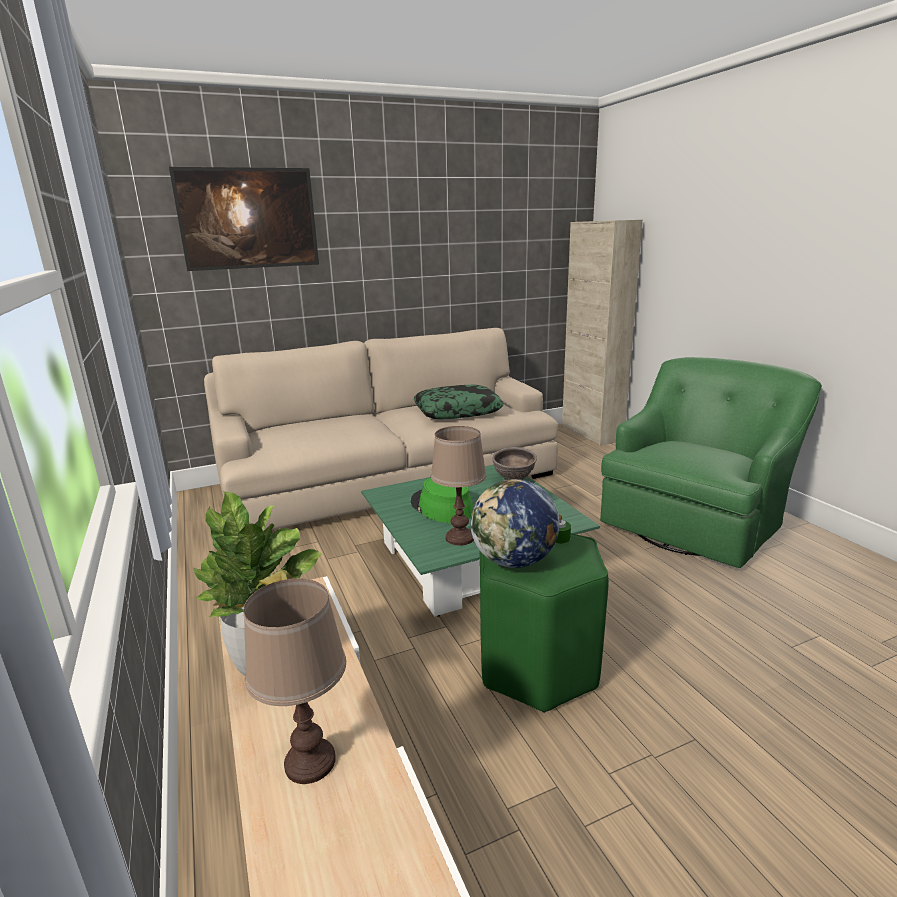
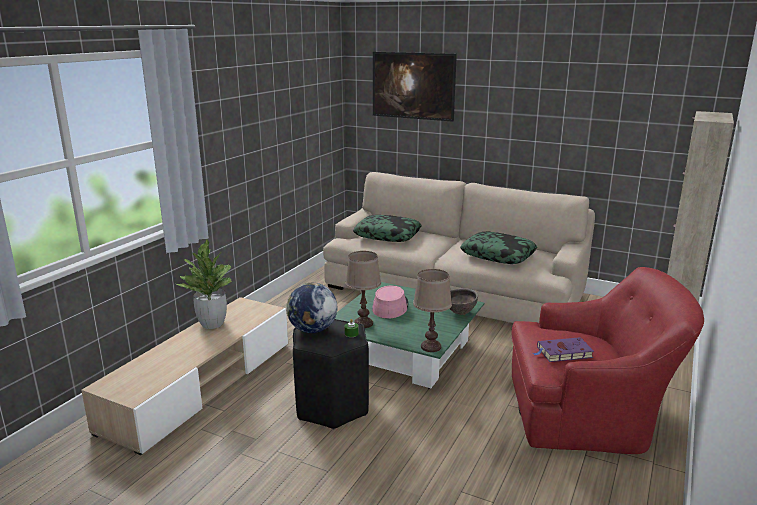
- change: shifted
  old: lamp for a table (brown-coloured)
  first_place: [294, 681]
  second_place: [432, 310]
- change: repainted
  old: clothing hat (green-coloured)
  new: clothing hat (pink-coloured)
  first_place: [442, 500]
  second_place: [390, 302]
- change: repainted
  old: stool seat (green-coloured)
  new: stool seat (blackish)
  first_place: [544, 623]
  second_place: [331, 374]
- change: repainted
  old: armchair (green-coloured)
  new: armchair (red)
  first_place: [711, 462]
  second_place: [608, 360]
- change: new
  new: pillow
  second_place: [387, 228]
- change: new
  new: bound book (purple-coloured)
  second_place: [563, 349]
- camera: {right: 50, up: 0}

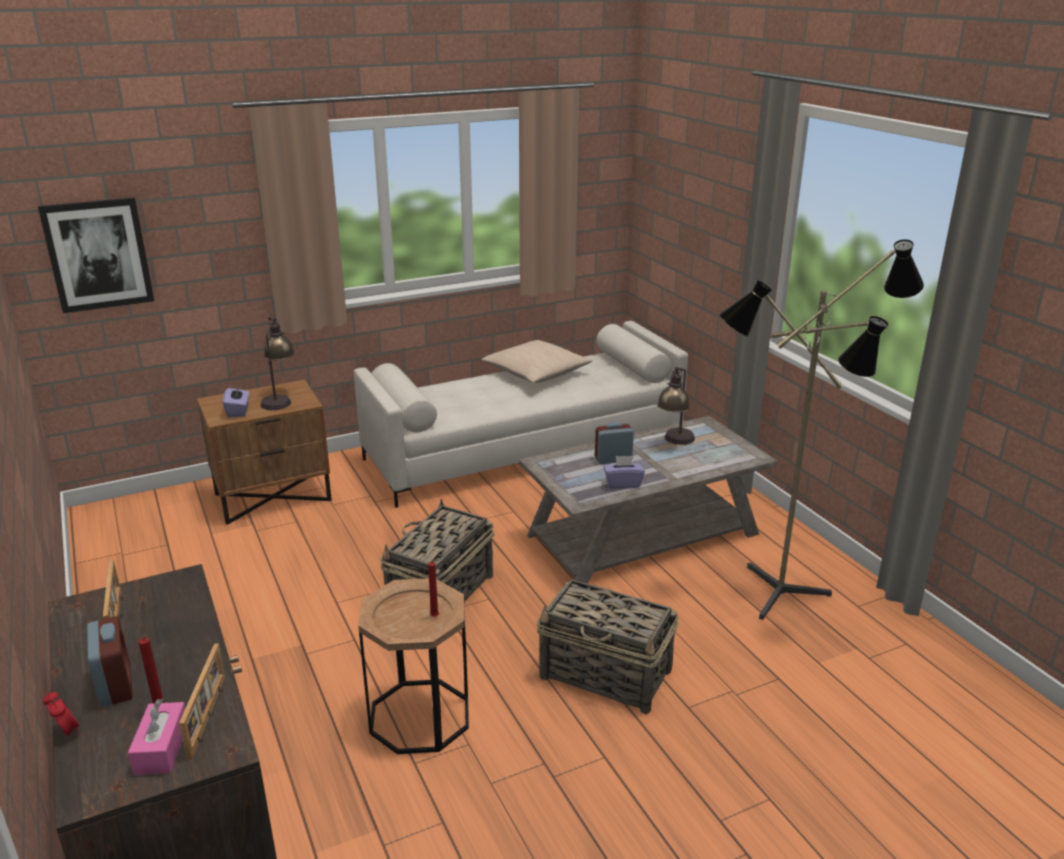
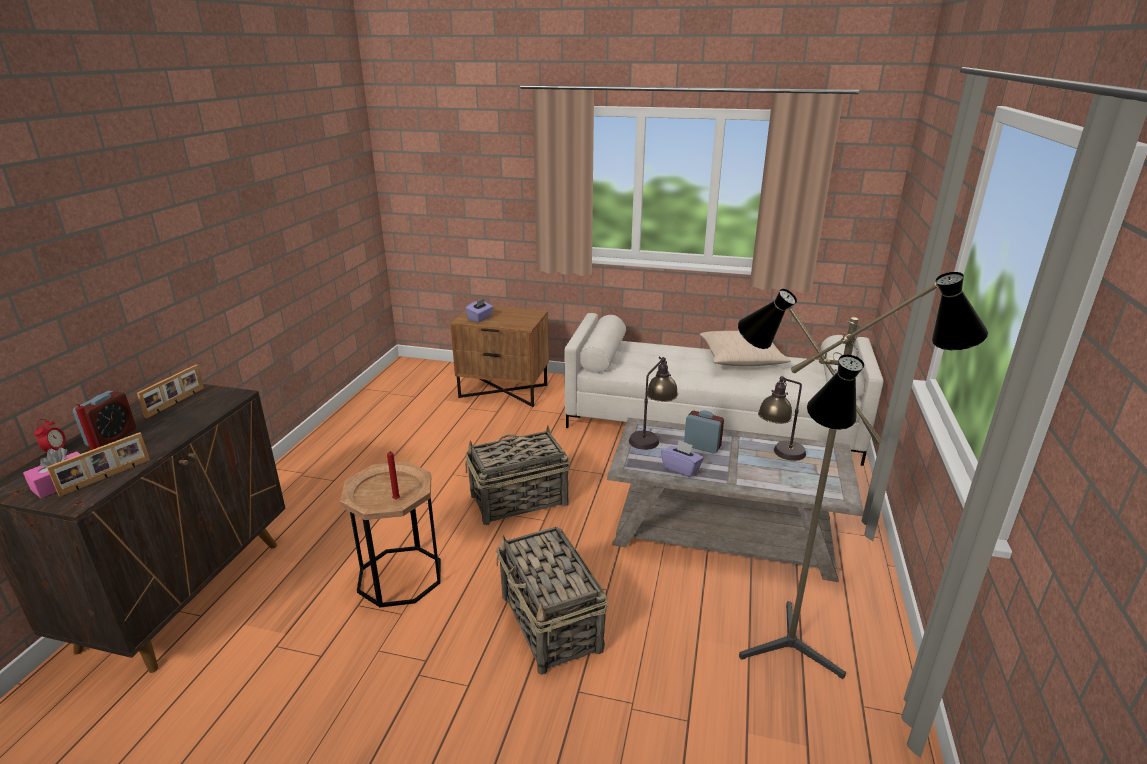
- change: gone
  old: wall picture
  first_place: [96, 255]
- change: shifted
  old: lamp for a table
  first_place: [278, 363]
  second_place: [653, 403]
- camera: {right: 40, up: 0}

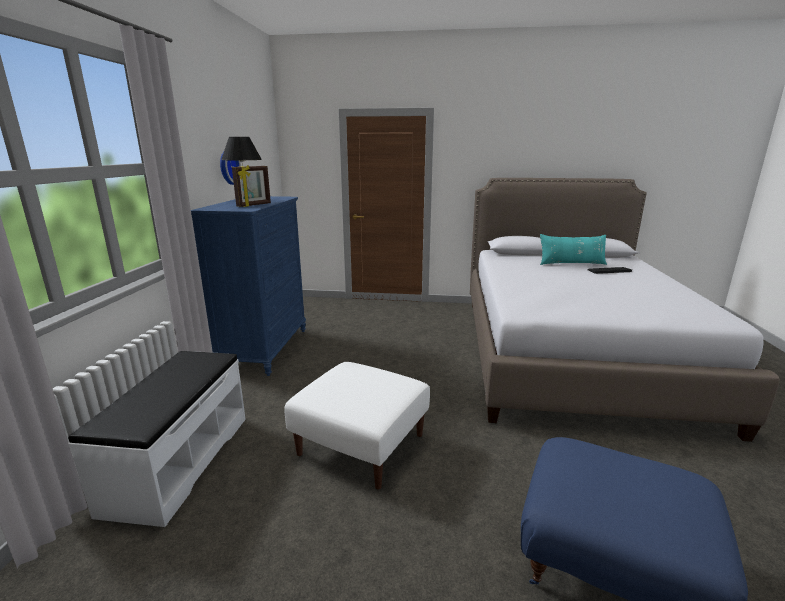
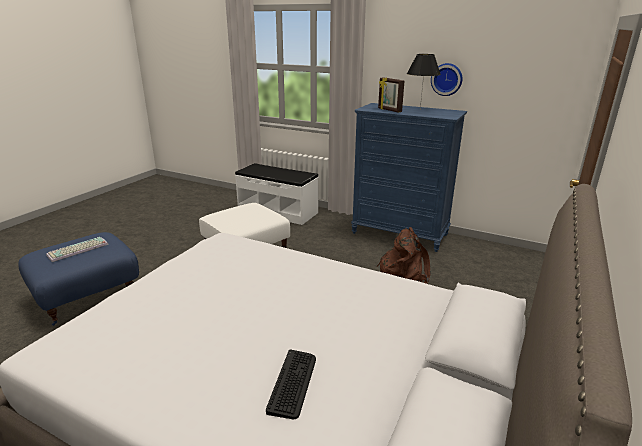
- change: gone
  old: pillow (turquoise-coloured)
  first_place: [573, 249]
- change: new
  new: PC keyboard
  second_place: [77, 249]
- change: new
  new: backpack (brown-coloured)
  second_place: [403, 255]
- camera: {right: 110, up: 5}

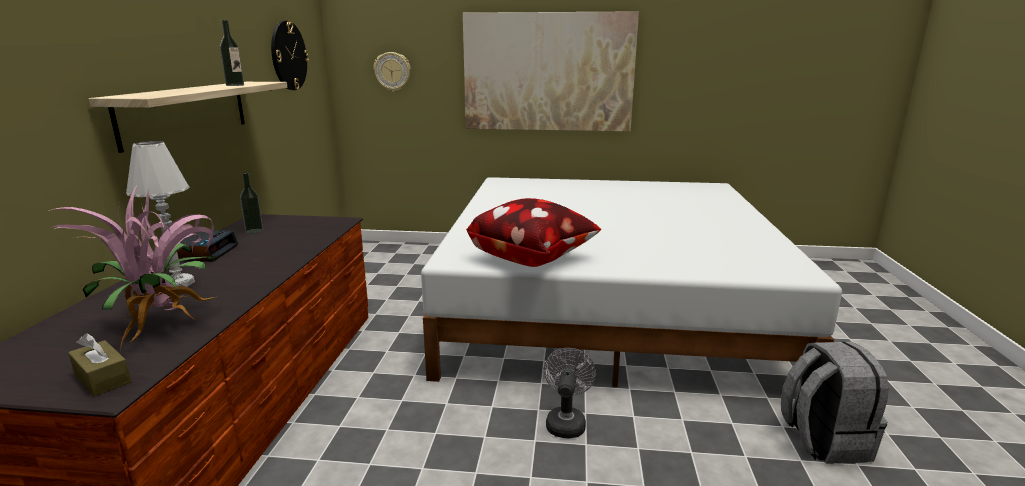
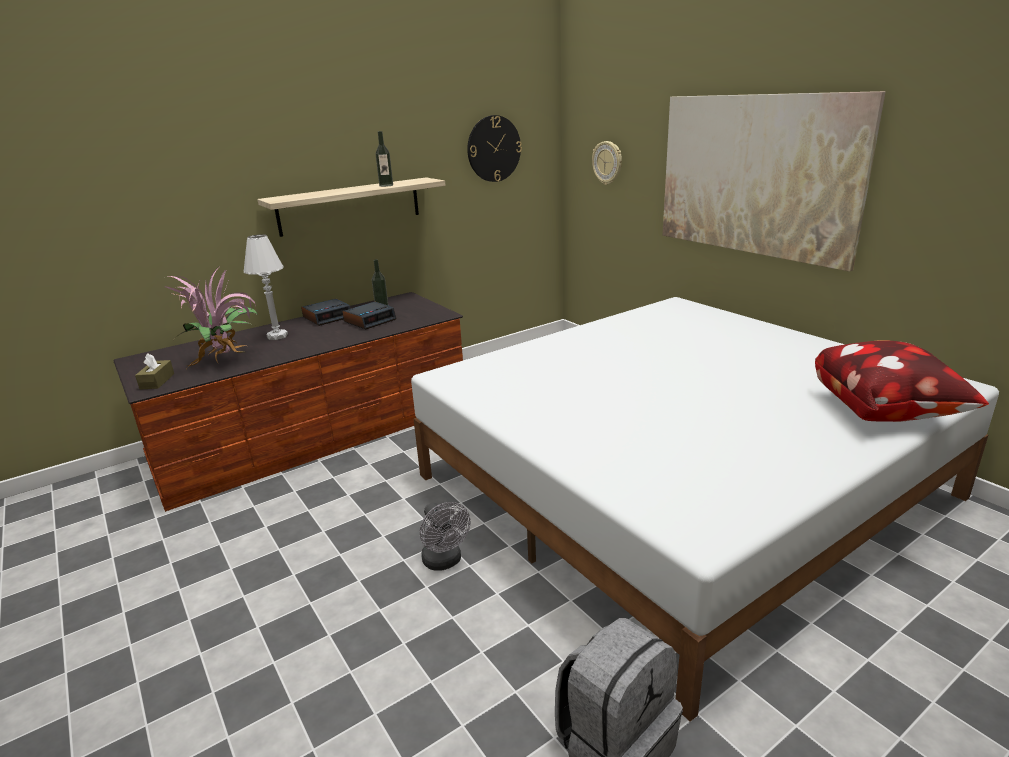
- change: shifted
  old: pillow
  first_place: [533, 232]
  second_place: [902, 381]
- change: rotated
  old: electric fan (grey)
  first_place: [570, 393]
  second_place: [445, 536]
  degrees: 90
- change: new
  new: alarm clock
  second_place: [369, 315]
- camera: {right: 50, up: 5}

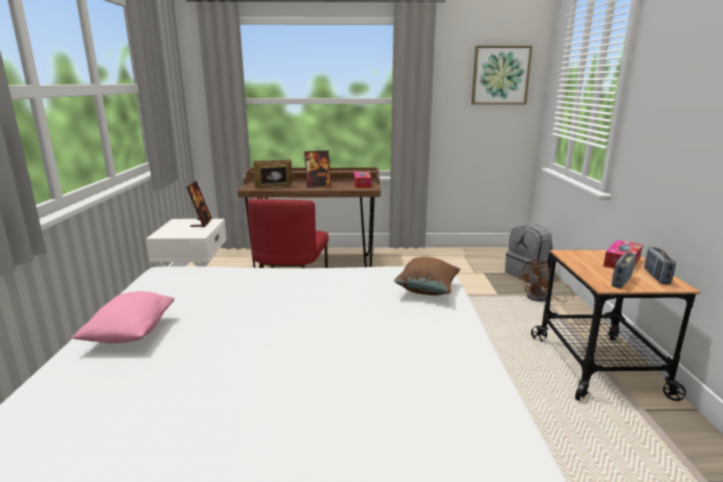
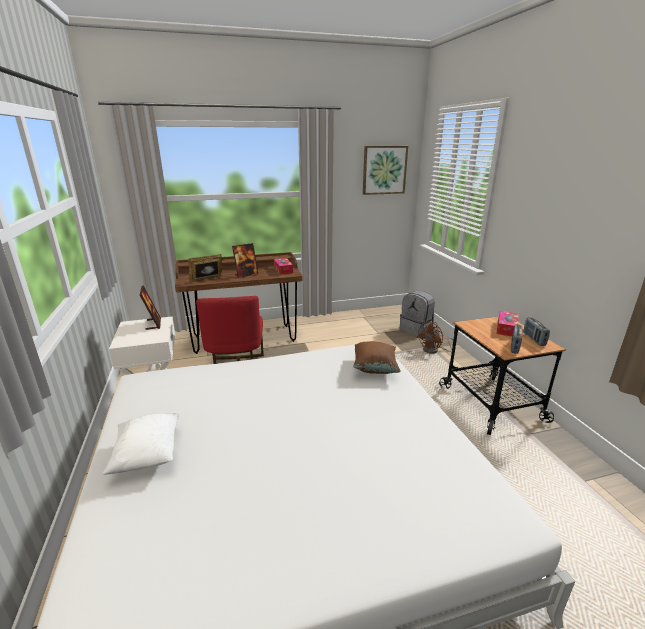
- change: repainted
  old: pillow (pink-coloured)
  new: pillow (whitish)
  first_place: [122, 317]
  second_place: [141, 444]
- camera: {right: -15, up: 5}

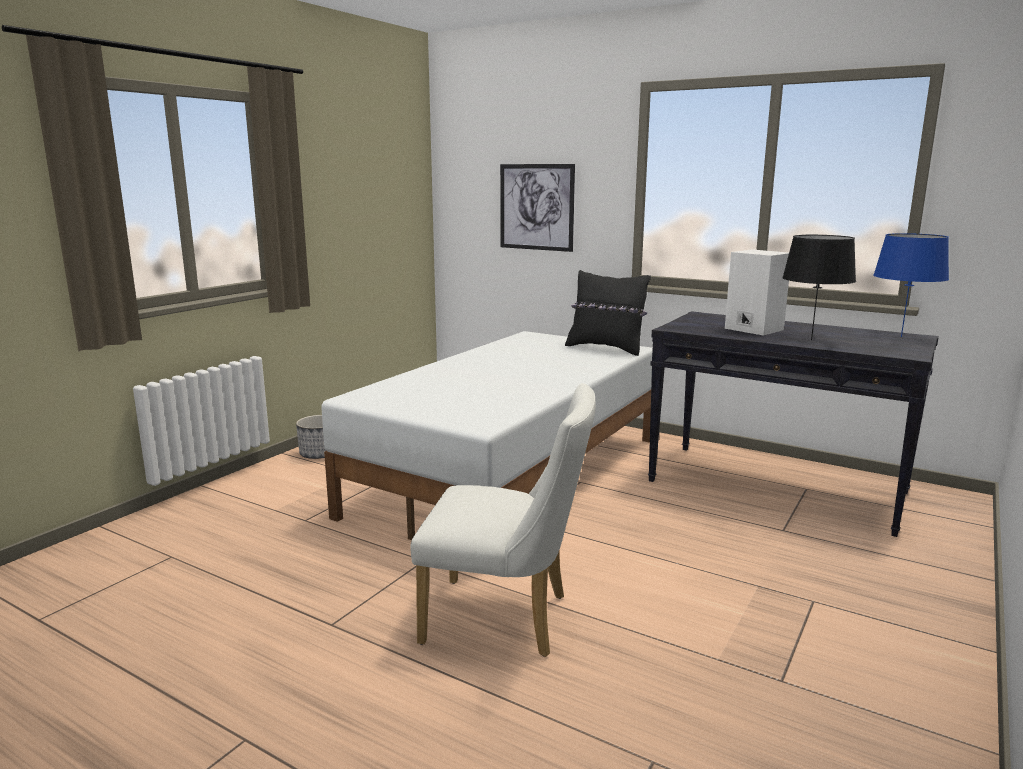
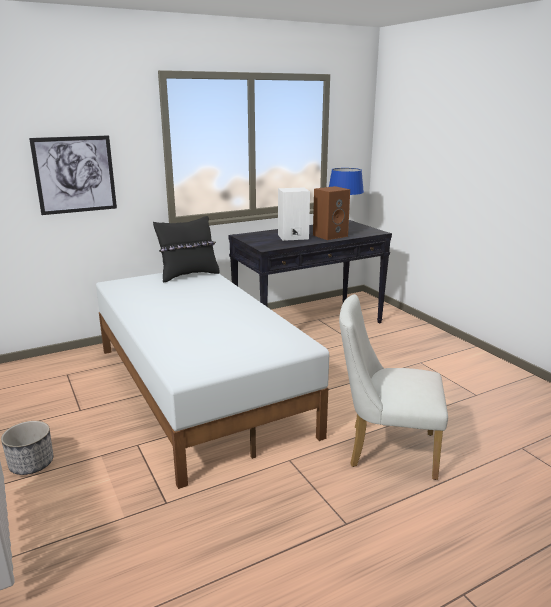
- change: rotated
  old: upright chair (whitish)
  first_place: [503, 520]
  second_place: [393, 387]
  degrees: -120
- change: swapped
  old: lamp for a table (blackish)
  new: loudspeaker (brown-coloured)
  first_place: [819, 287]
  second_place: [331, 213]
- camera: {right: -60, up: 5}

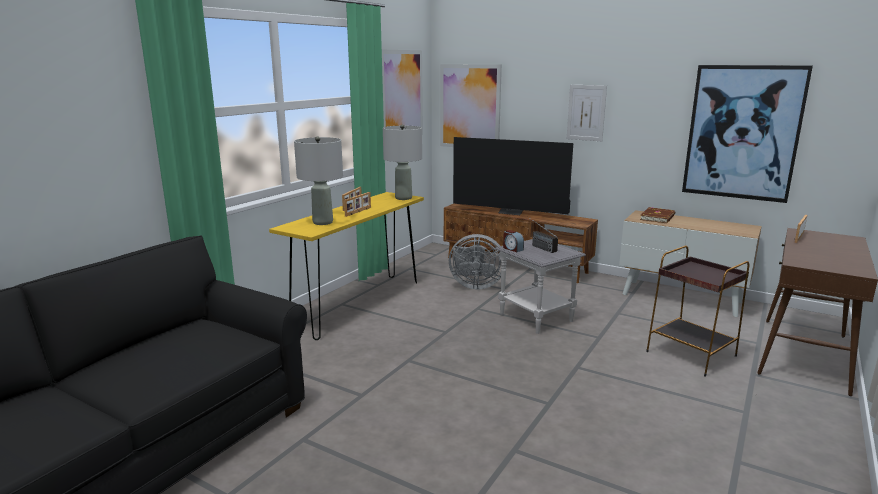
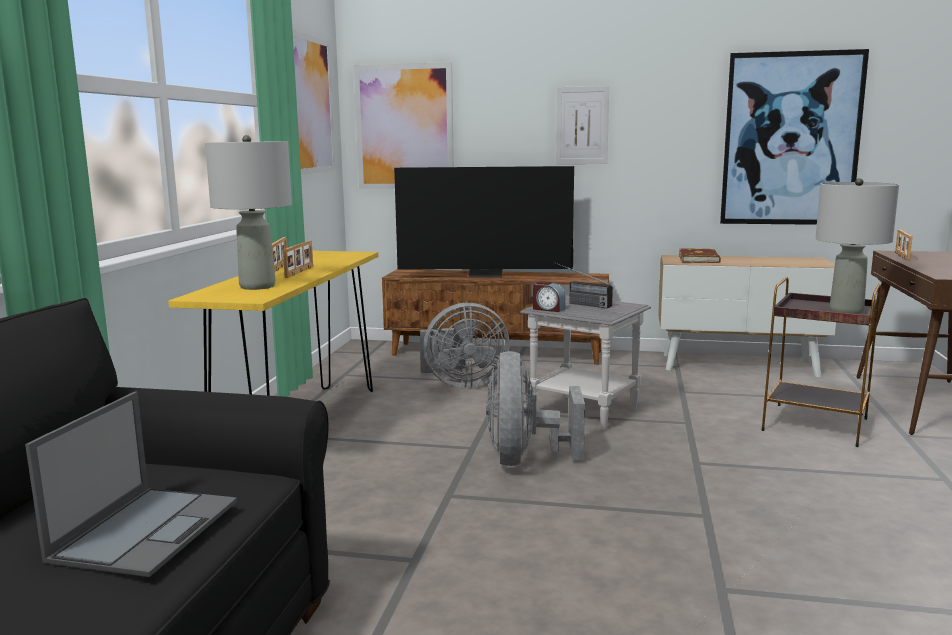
- change: shifted
  old: lamp for a table (grey)
  first_place: [402, 162]
  second_place: [857, 246]
- change: new
  new: portable computer
  second_place: [131, 484]
- change: new
  new: electric fan (grey)
  second_place: [535, 408]
- camera: {right: -20, up: -5}

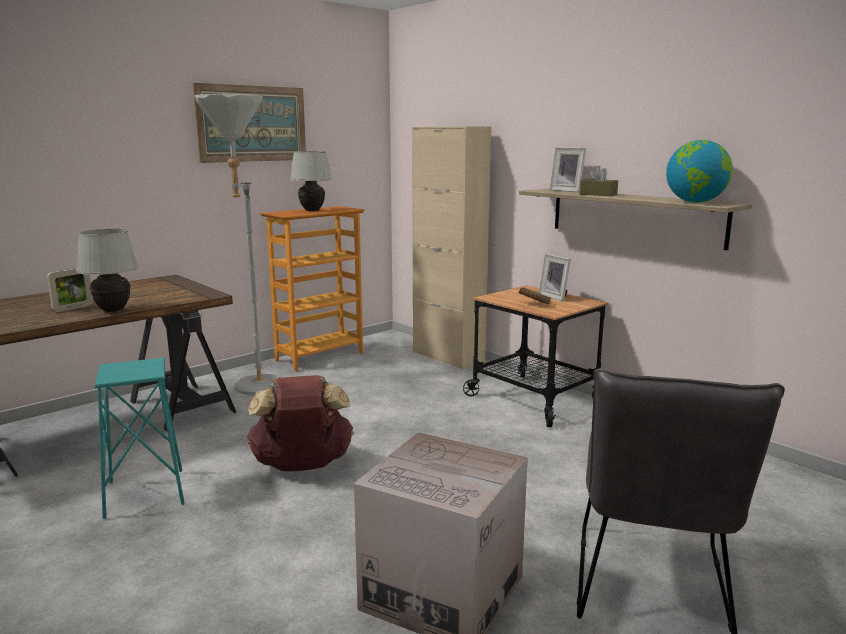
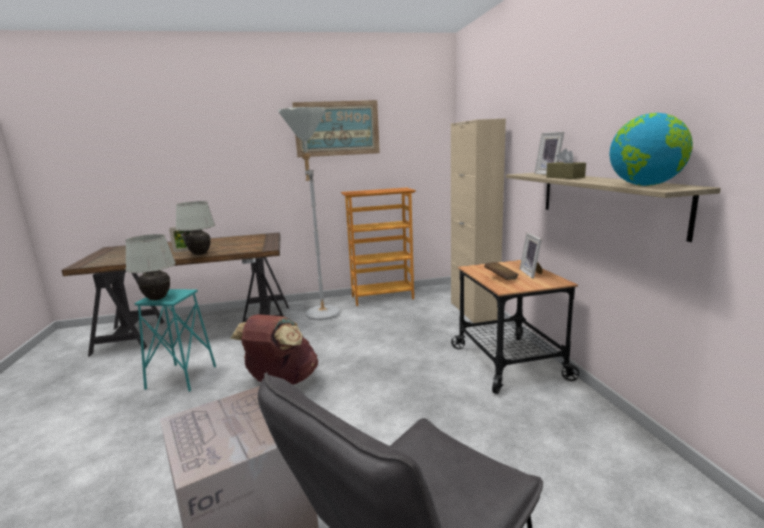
- change: shifted
  old: lamp for a table (whitish)
  first_place: [311, 181]
  second_place: [150, 267]
- camera: {right: 30, up: 0}

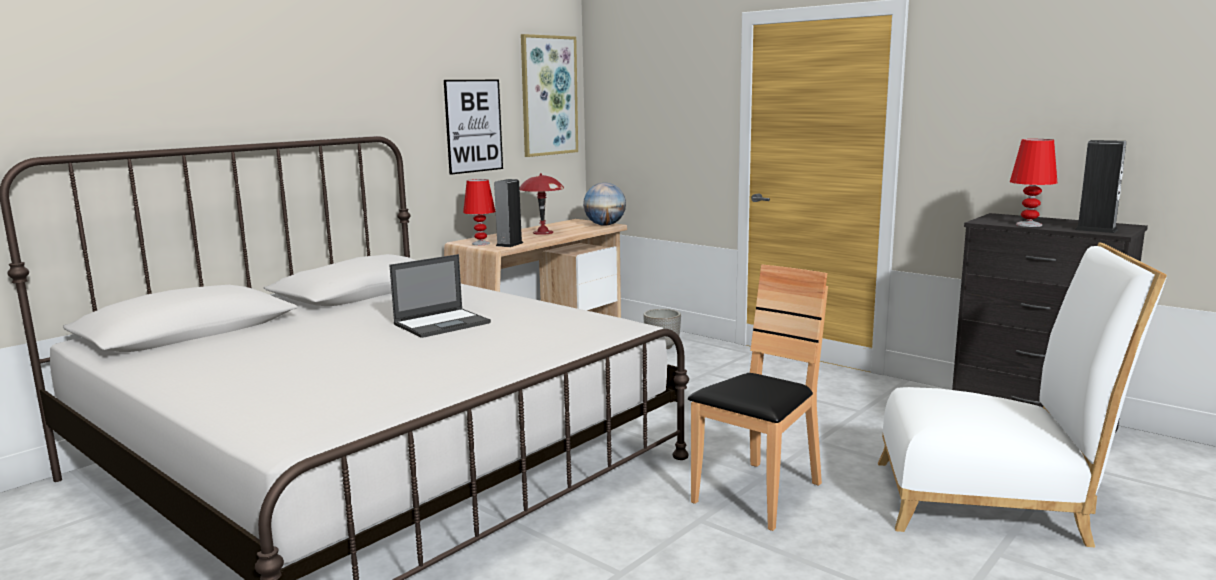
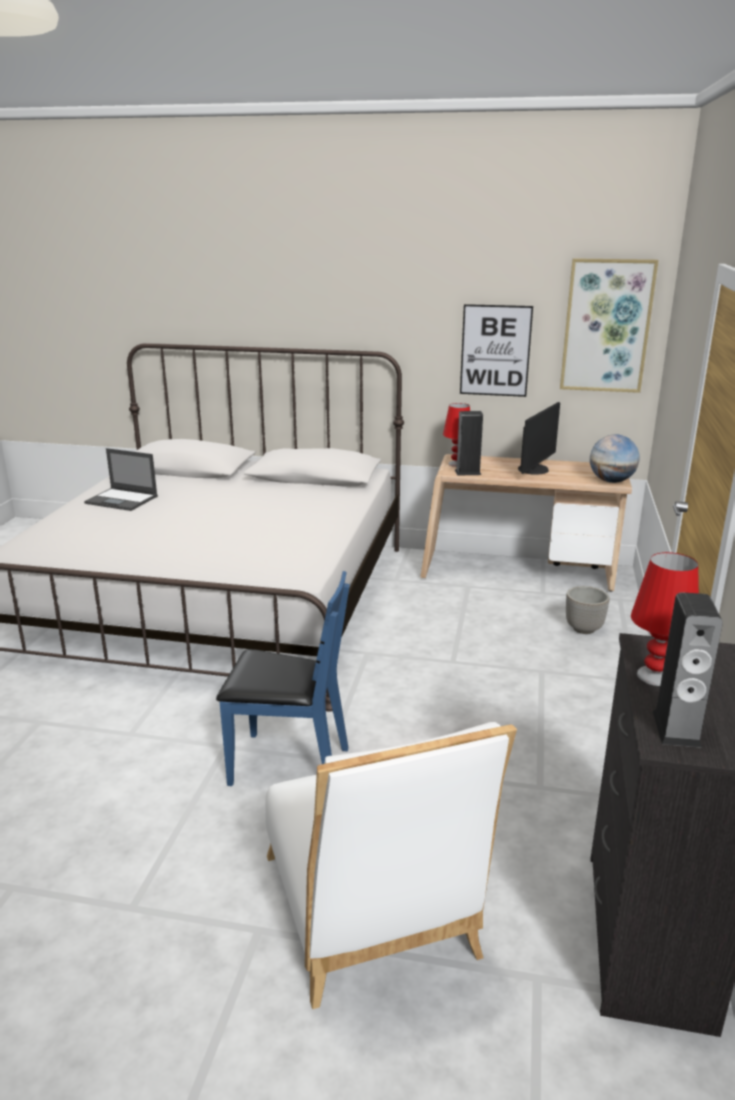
- change: shifted
  old: portable computer
  first_place: [440, 296]
  second_place: [121, 479]
- change: swapped
  old: lamp for a table (red)
  new: monitor
  first_place: [541, 204]
  second_place: [539, 438]
- change: repainted
  old: upright chair (brown-coloured)
  new: upright chair (bluish)
  first_place: [758, 397]
  second_place: [283, 678]
- camera: {right: 60, up: 10}

